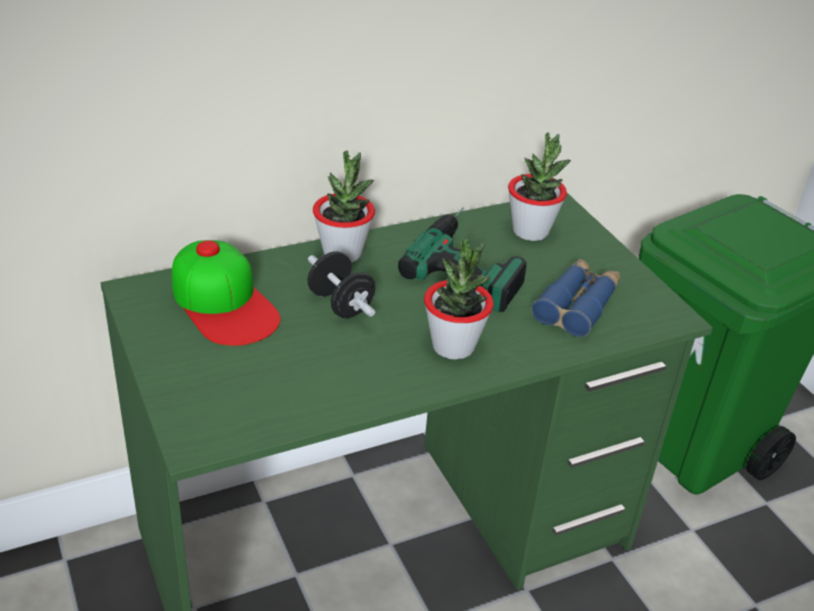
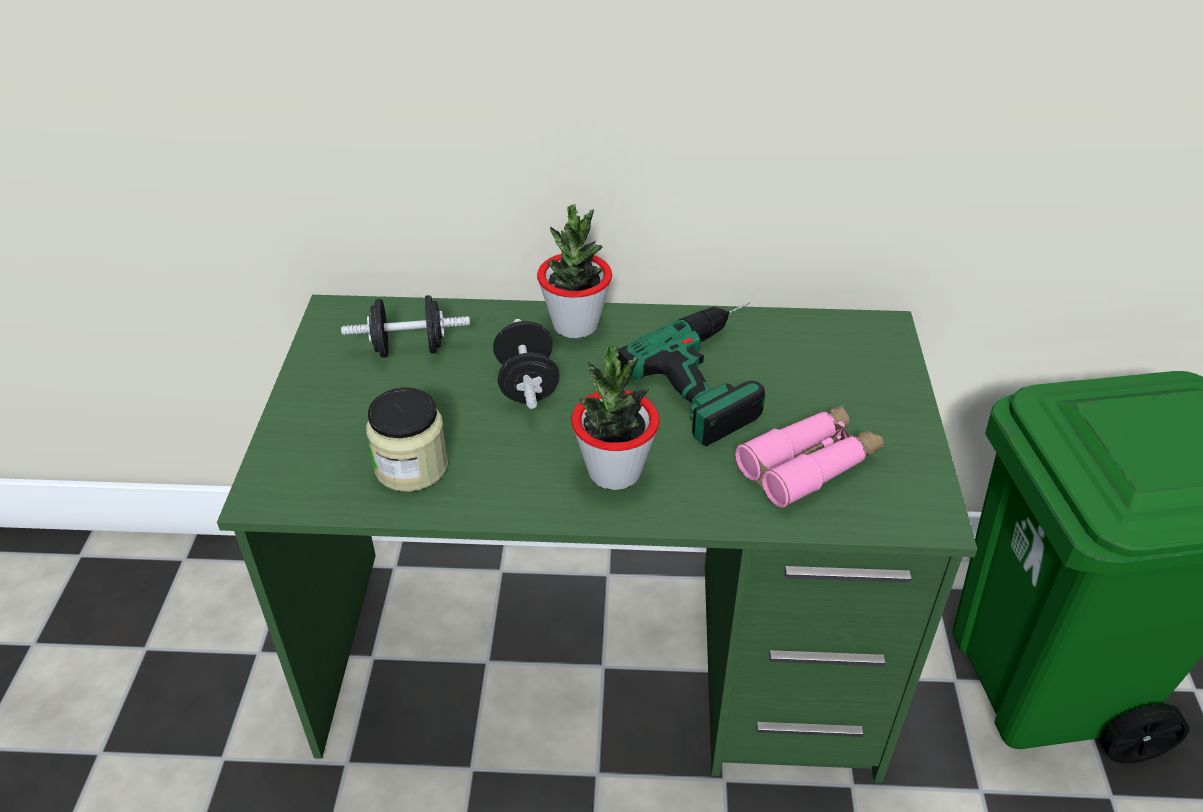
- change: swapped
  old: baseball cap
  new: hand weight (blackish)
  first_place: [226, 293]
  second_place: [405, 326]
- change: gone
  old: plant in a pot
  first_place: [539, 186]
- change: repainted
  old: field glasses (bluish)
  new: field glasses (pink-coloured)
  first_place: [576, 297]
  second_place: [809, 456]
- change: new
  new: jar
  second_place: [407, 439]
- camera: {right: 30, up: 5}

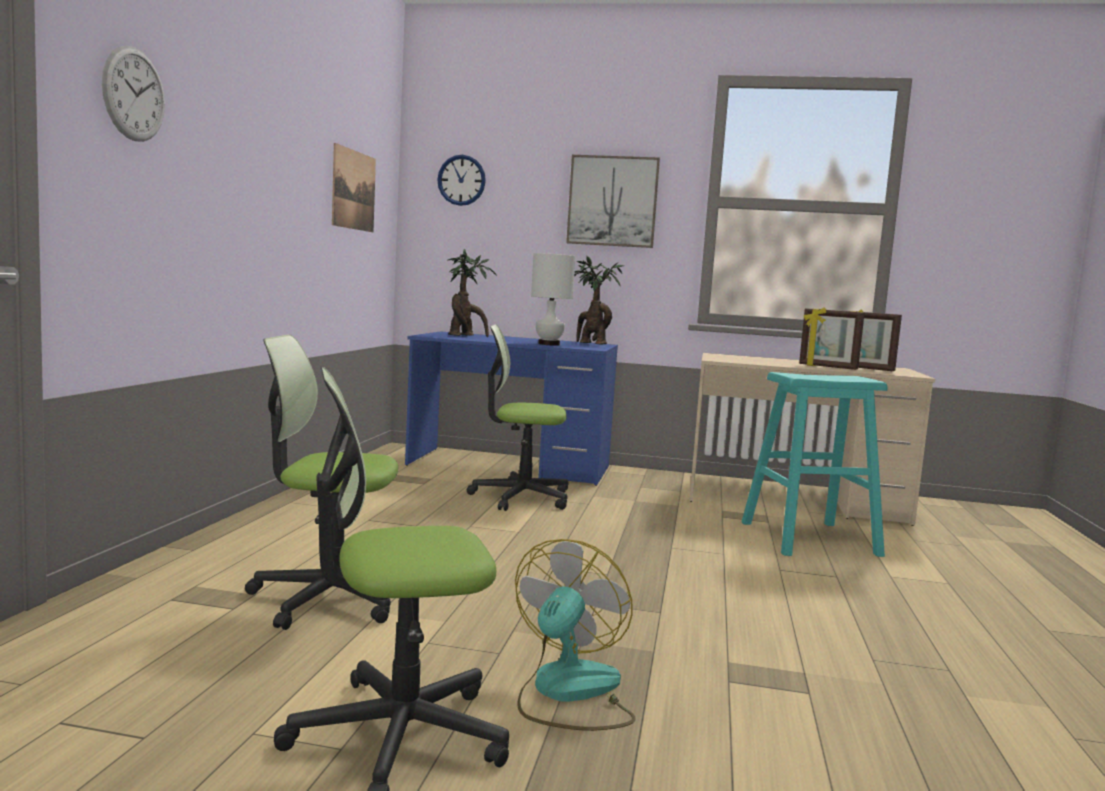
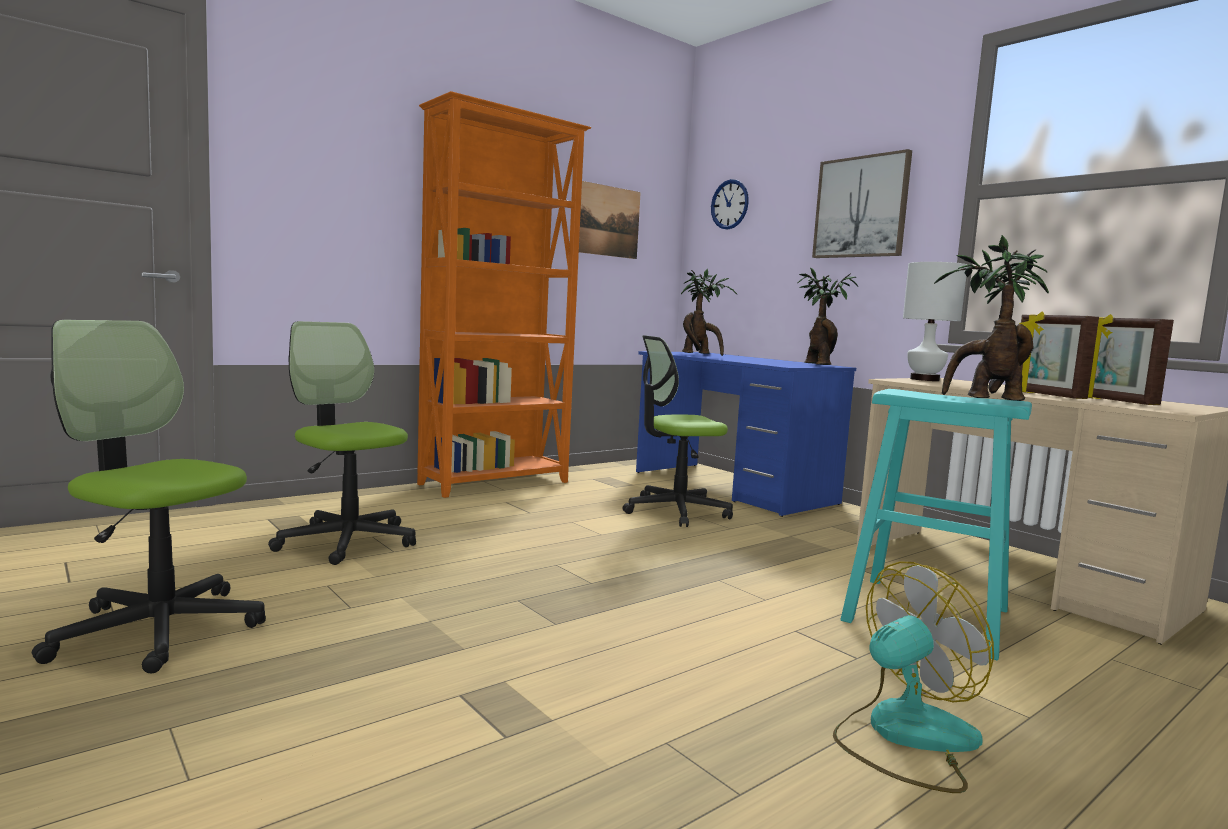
- change: gone
  old: clock on the wall
  first_place: [133, 94]
- change: rotated
  old: office chair
  first_place: [517, 417]
  second_place: [677, 431]
  degrees: -60
- change: shifted
  old: electric fan
  first_place: [575, 635]
  second_place: [913, 677]
- change: shifted
  old: lamp for a table (whitish)
  first_place: [553, 299]
  second_place: [935, 321]
- change: new
  new: bookcase (orange)
  second_place: [504, 294]
- change: new
  new: plant in a pot
  second_place: [991, 318]
- camera: {right: 40, up: 0}

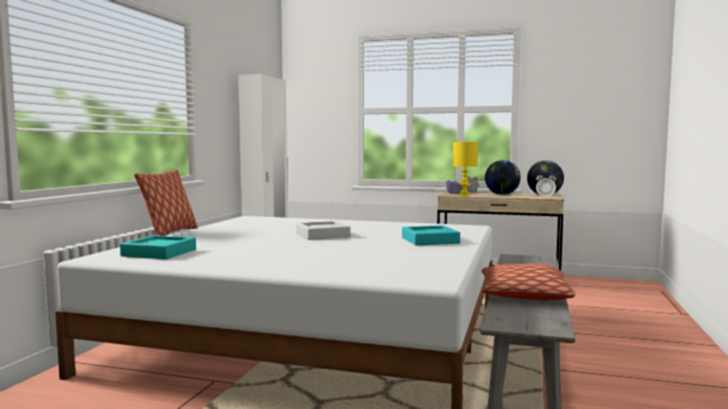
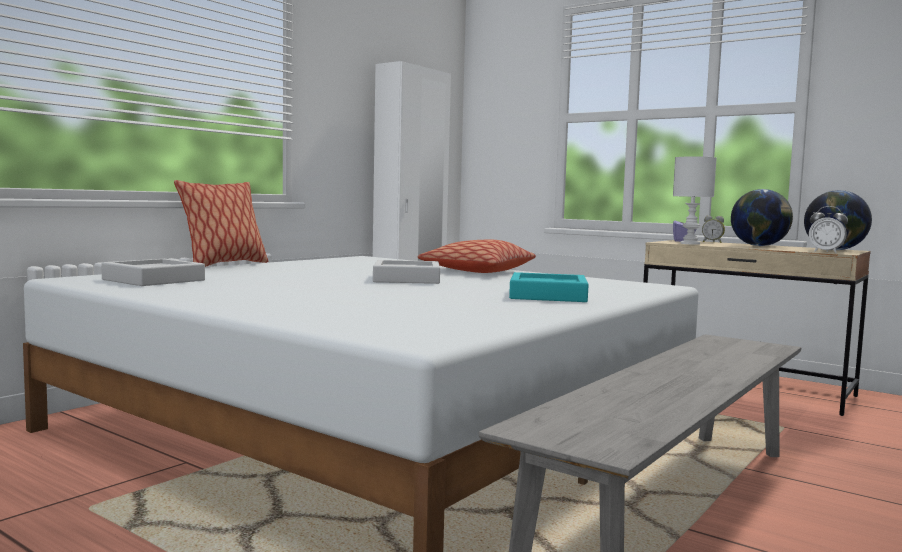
- change: repainted
  old: tray (turquoise-coloured)
  new: tray (grey)
  first_place: [158, 247]
  second_place: [153, 272]
- change: repainted
  old: lamp for a table (yellow)
  new: lamp for a table (whitish)
  first_place: [465, 169]
  second_place: [694, 200]
- change: shifted
  old: pillow
  first_place: [528, 281]
  second_place: [476, 256]
- camera: {right: 20, up: 0}

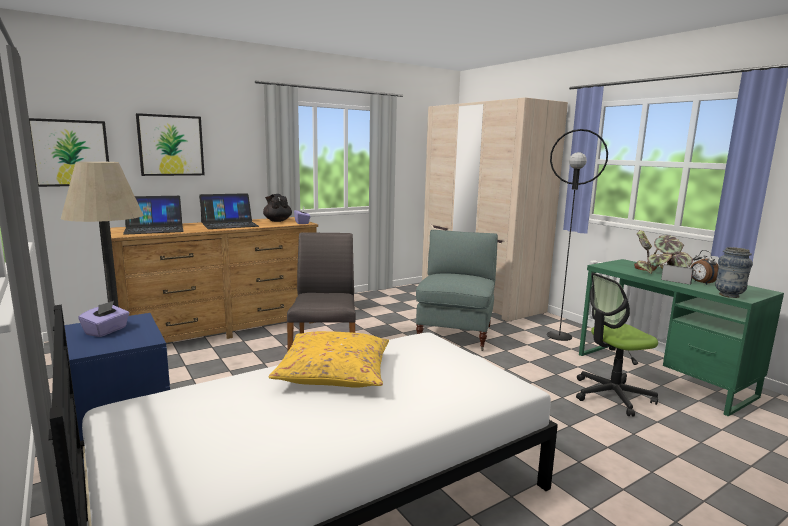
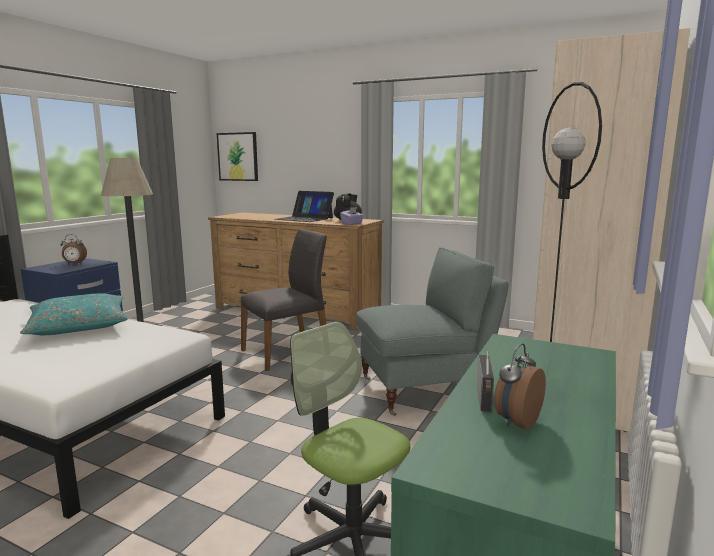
- change: swapped
  old: tissue holder (purple-coloured)
  new: alarm clock
  first_place: [103, 319]
  second_place: [74, 249]
- change: gone
  old: portable computer
  first_place: [153, 215]
- change: gone
  old: wall picture
  first_place: [170, 144]
- change: repainted
  old: pillow (yellow)
  new: pillow (turquoise-coloured)
  first_place: [329, 359]
  second_place: [74, 314]
- change: gone
  old: plant in a pot
  first_place: [663, 252]
- change: gone
  old: decorative vase
  first_place: [734, 272]
- camera: {right: 60, up: 0}

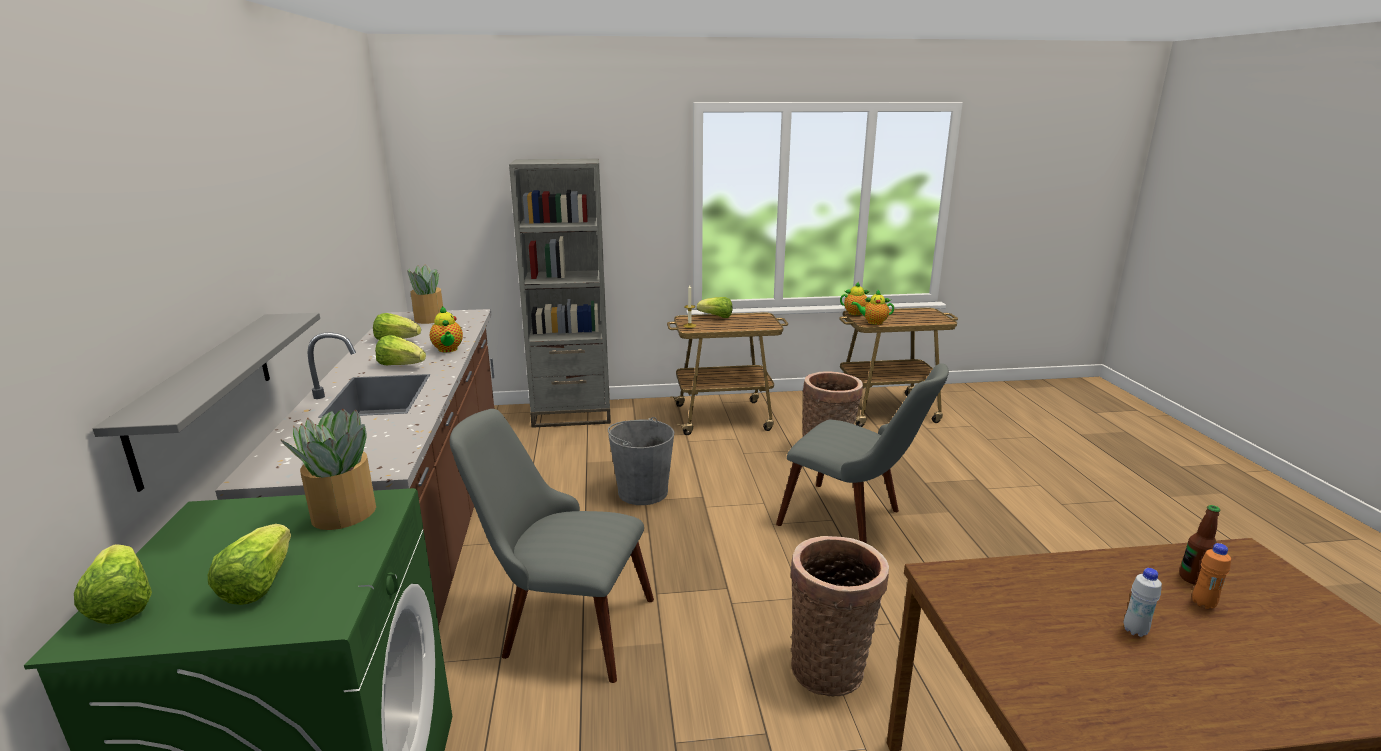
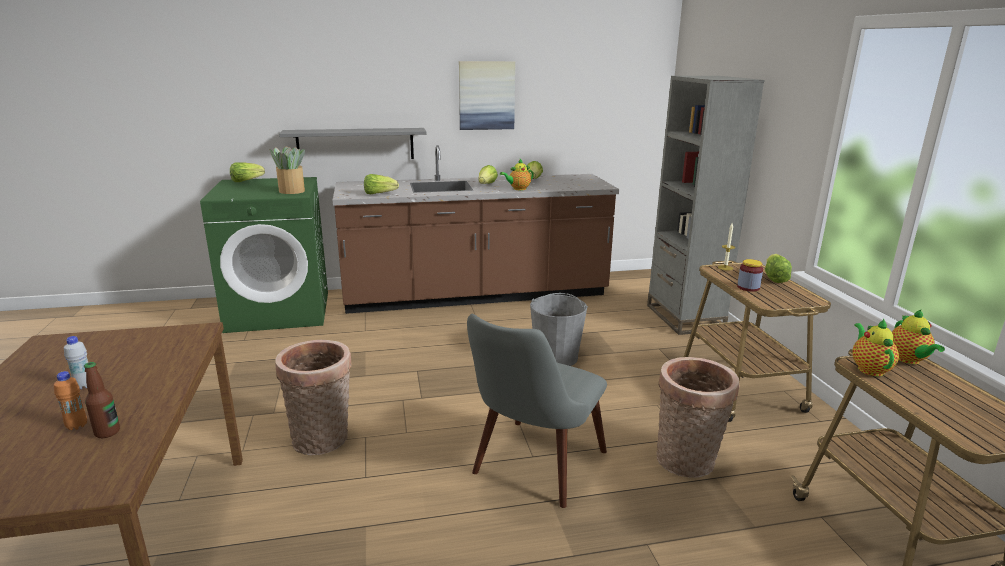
- change: shifted
  old: head of lettuce
  first_place: [249, 564]
  second_place: [381, 184]
- change: gone
  old: plant in a pot
  first_place: [425, 294]
- change: gone
  old: upright chair (grey)
  first_place: [552, 546]
- change: new
  new: wall picture
  second_place: [487, 95]
- change: new
  new: jar
  second_place: [750, 275]
- camera: {right: 85, up: 0}

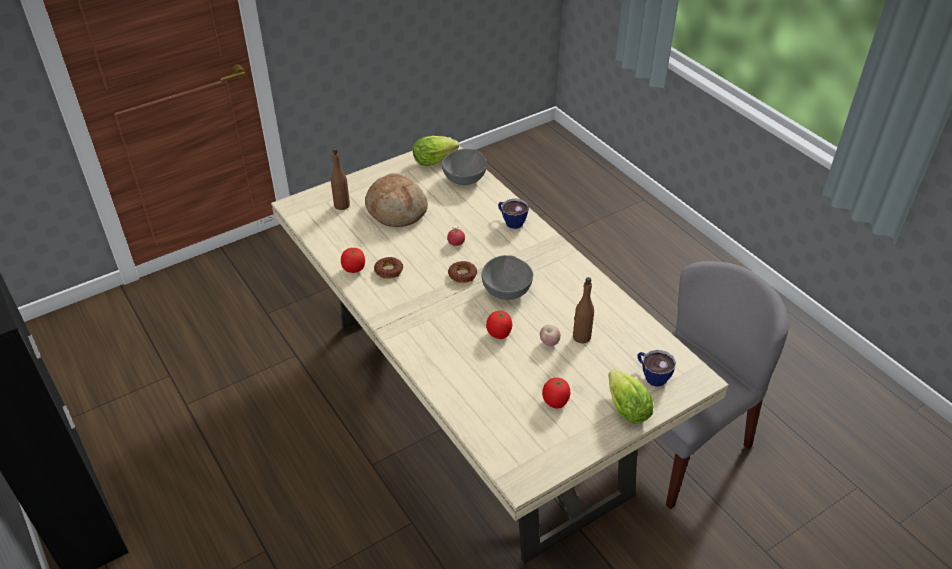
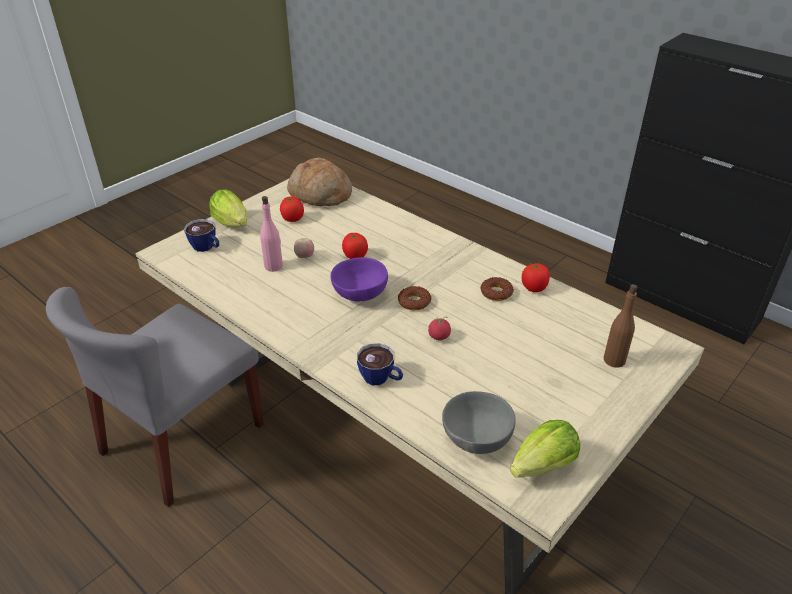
- change: shifted
  old: bread
  first_place: [396, 200]
  second_place: [319, 181]
- change: repainted
  old: bowl (grey)
  new: bowl (purple-coloured)
  first_place: [507, 277]
  second_place: [359, 279]
- change: repainted
  old: beverage bottle (brown-coloured)
  new: beverage bottle (pink-coloured)
  first_place: [583, 310]
  second_place: [271, 234]
- camera: {right: 165, up: -5}

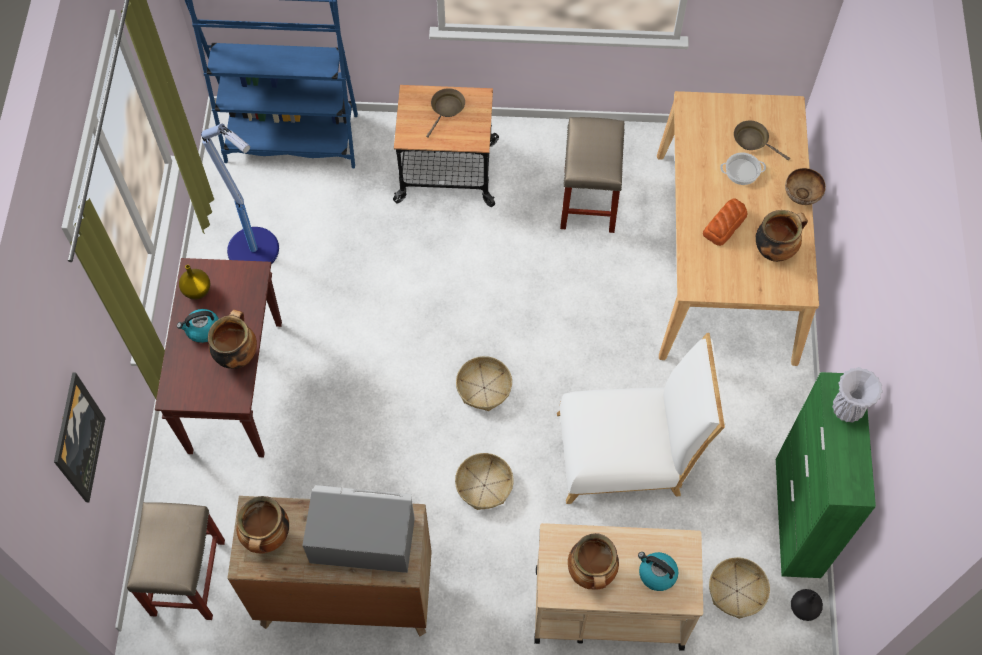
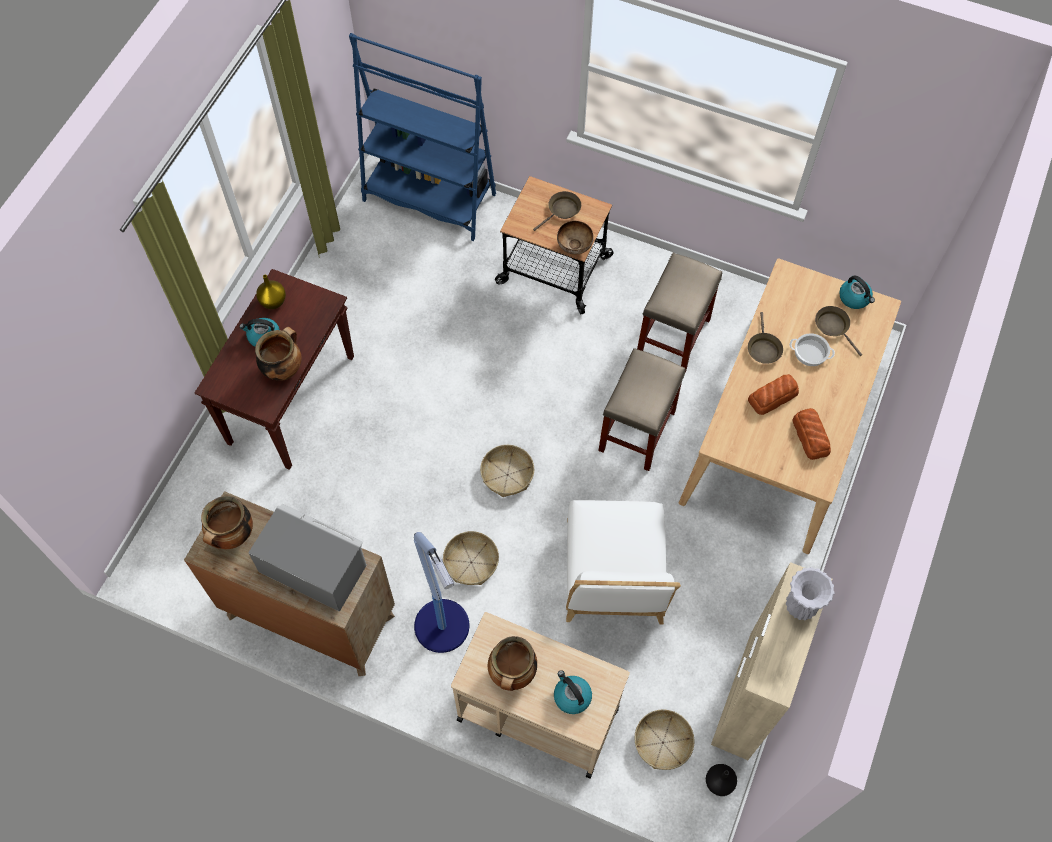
- change: gone
  old: wall picture
  first_place: [80, 437]
- change: shifted
  old: stool seat (beige)
  first_place: [176, 561]
  second_place: [642, 409]
- change: shifted
  old: floor lamp
  first_place: [240, 193]
  second_place: [441, 592]
- change: rotated
  old: upright chair (whitish)
  first_place: [641, 418]
  second_place: [623, 562]
  degrees: 75
- change: swapped
  old: saucepot
  new: bread
  first_place: [782, 236]
  second_place: [812, 434]
- change: repainted
  old: cabinet (green-coloured)
  new: cabinet (beige)
  first_place: [826, 475]
  second_place: [771, 661]
- change: shifted
  old: bowl
  first_place: [805, 186]
  second_place: [575, 238]
- change: new
  new: pan (brown-coloured)
  second_place: [765, 338]
- change: new
  new: tea kettle
  second_place: [857, 292]
- camera: {right: 20, up: 0}

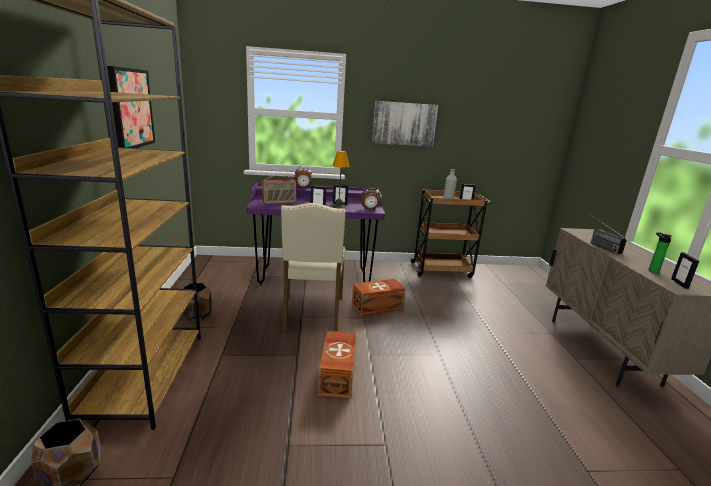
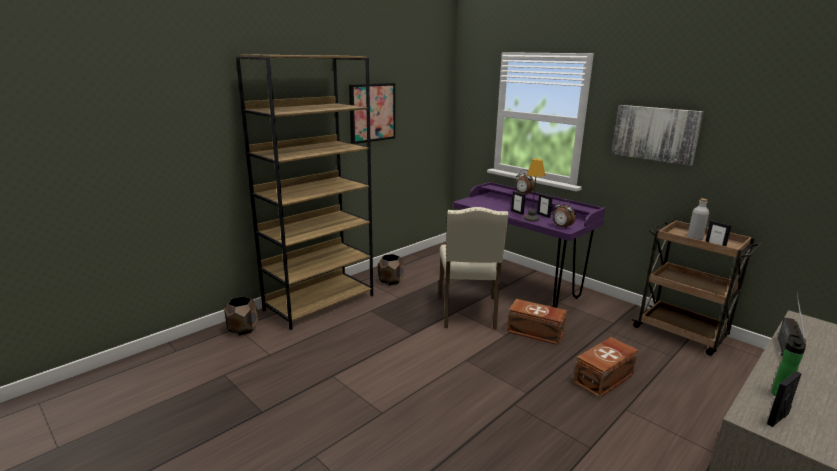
- change: gone
  old: radio
  first_place: [279, 189]
- change: rotated
  old: upright chair (beige)
  first_place: [313, 267]
  second_place: [474, 268]
  degrees: -45
- change: shifted
  old: storage box (brown-coloured)
  first_place: [337, 364]
  second_place: [605, 367]
- camera: {right: 50, up: 0}

